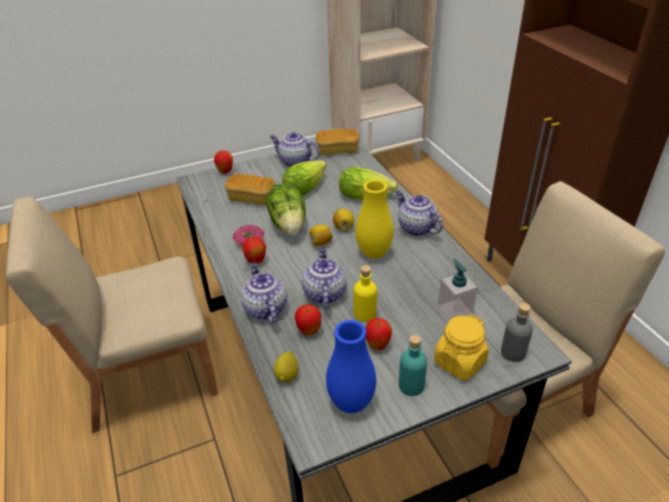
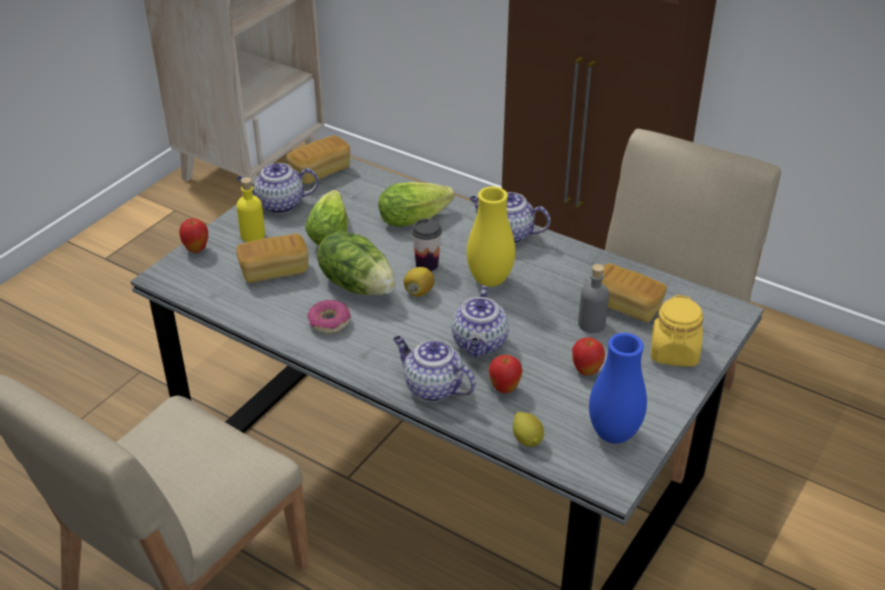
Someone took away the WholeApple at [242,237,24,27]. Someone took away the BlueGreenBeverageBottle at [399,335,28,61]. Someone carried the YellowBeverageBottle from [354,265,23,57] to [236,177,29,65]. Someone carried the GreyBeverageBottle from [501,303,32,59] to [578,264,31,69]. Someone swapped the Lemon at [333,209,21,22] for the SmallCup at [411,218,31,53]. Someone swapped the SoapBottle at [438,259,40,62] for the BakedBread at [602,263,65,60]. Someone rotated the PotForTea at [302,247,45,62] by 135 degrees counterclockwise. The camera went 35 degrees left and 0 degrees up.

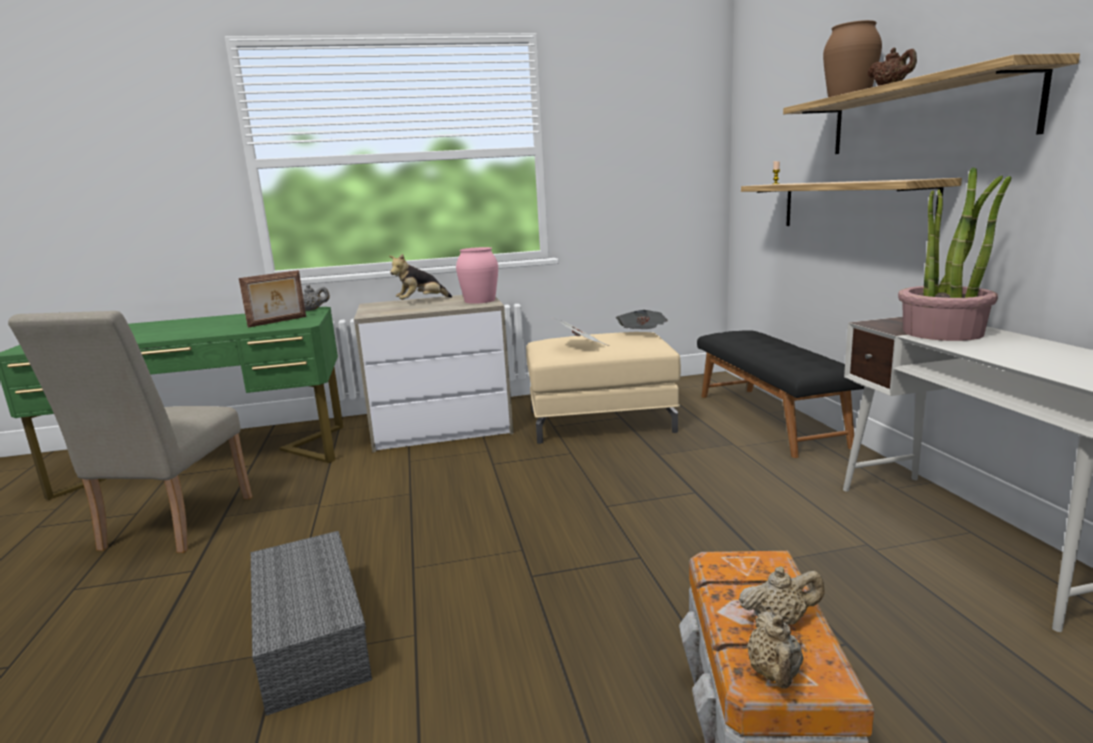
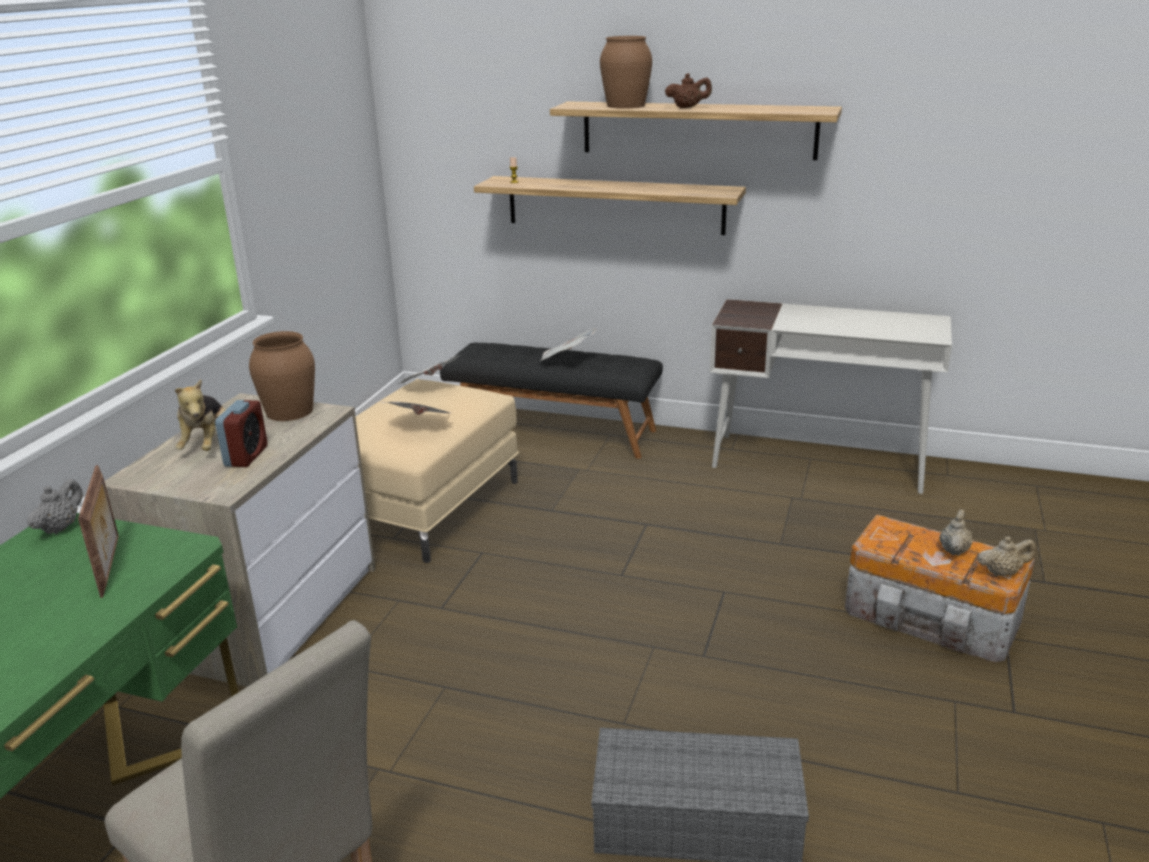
Someone took away the PottedPlant at [898,167,113,174]. Someone put down the TableClock at [215,400,52,67]. Someone put down the DailyPaper at [541,328,55,33]. Someone repainted the PinkColouredFlowerVase at [456,247,42,57], which became the BrownColouredFlowerVase at [249,331,66,90]. Someone rotated the BeigeColouredPotForTea at [747,611,56,78] by 45 degrees counterclockwise. The camera went 60 degrees left and 10 degrees up.

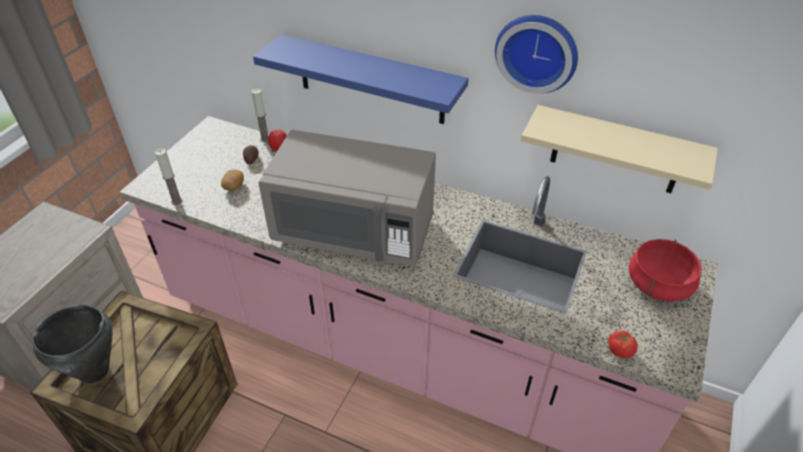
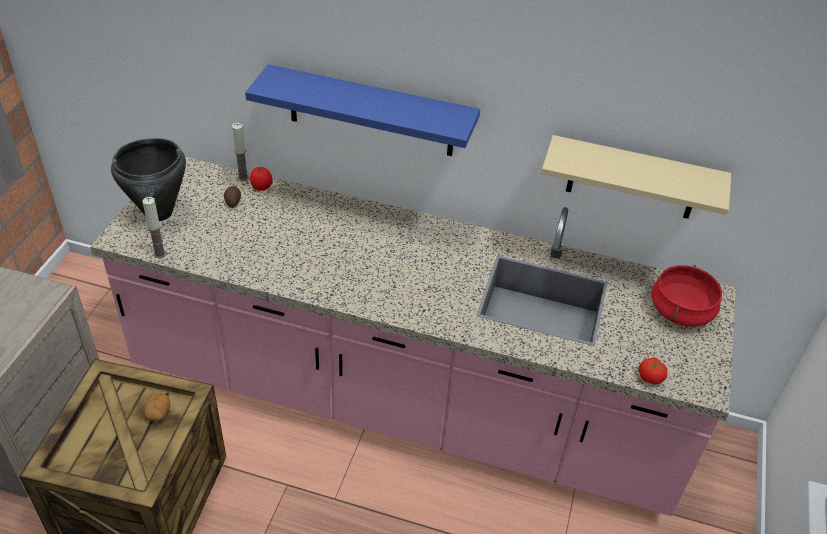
Someone took away the GreyKitchenMicrowave at [258,130,178,137]. Someone took away the WallClock at [495,15,83,79]. Someone carried the BlackishCookingPot from [32,305,81,78] to [111,138,75,83]. Someone carried the Spud from [221,169,23,22] to [144,393,27,28]. The camera went 10 degrees left and 0 degrees up.

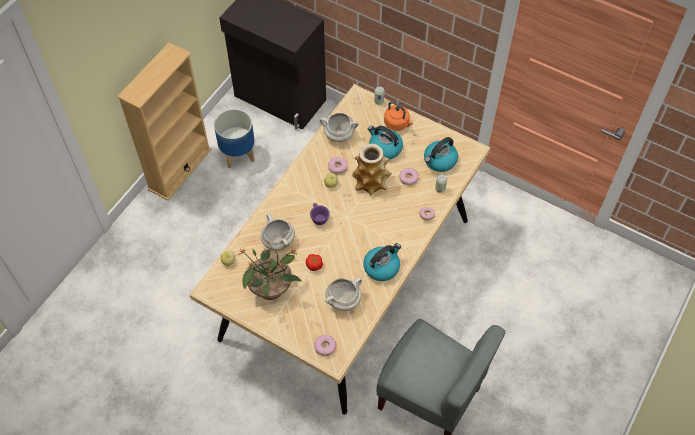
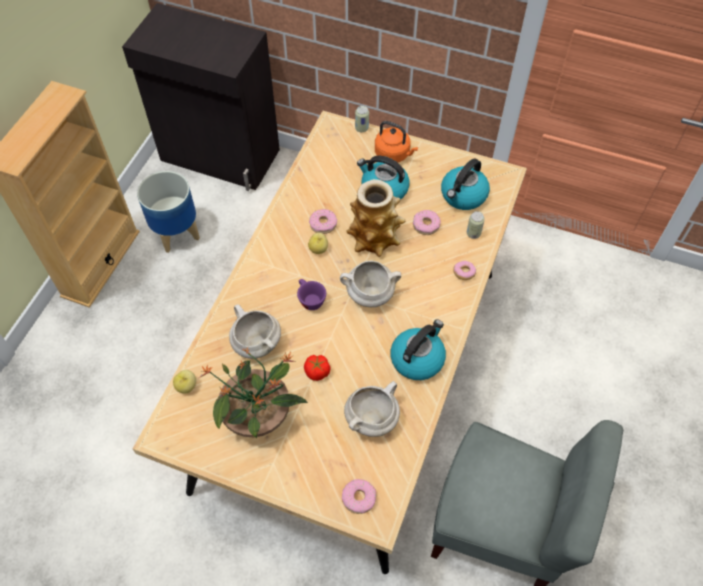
Someone carried the WhitishCookingPot from [320,113,38,29] to [340,260,61,47]. The camera went 10 degrees left and 0 degrees up.

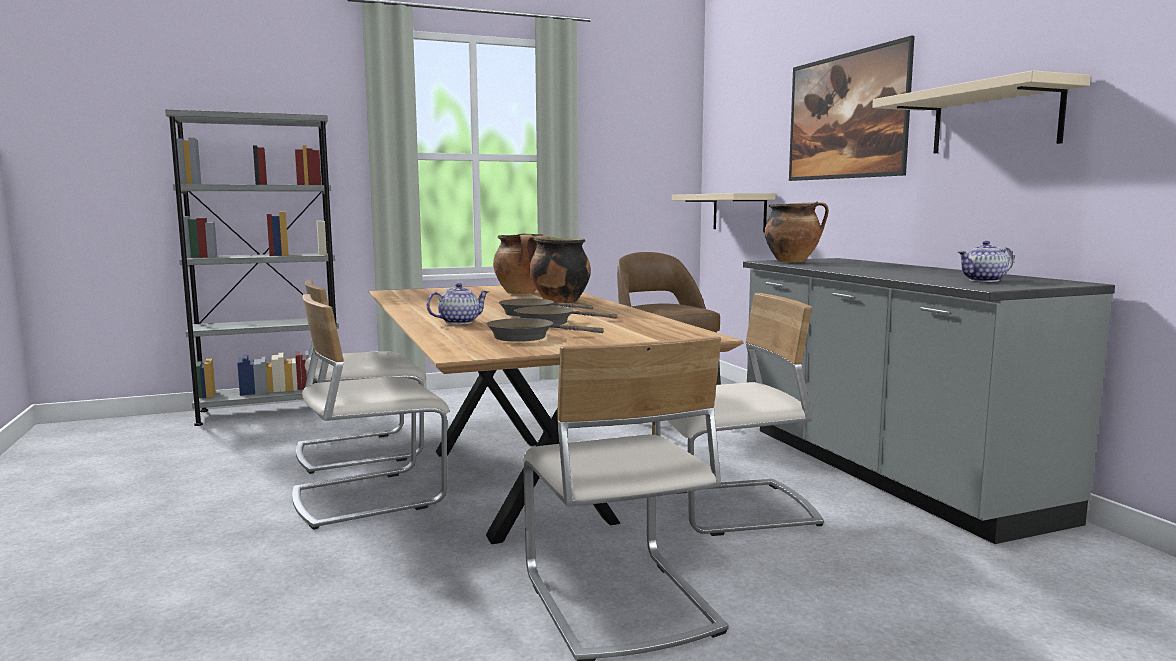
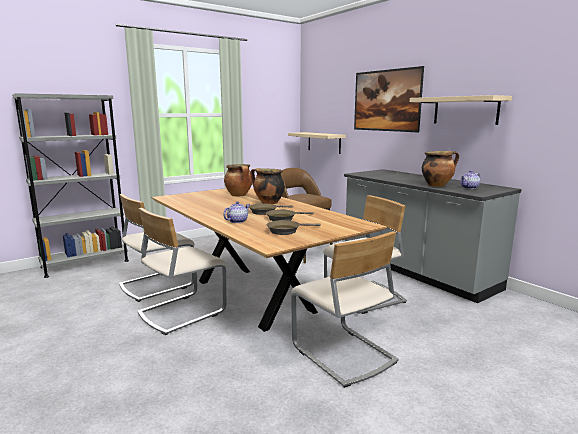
Someone carried the CookingPot from [764,201,65,61] to [422,151,37,36]. The camera went 15 degrees left and 5 degrees up.

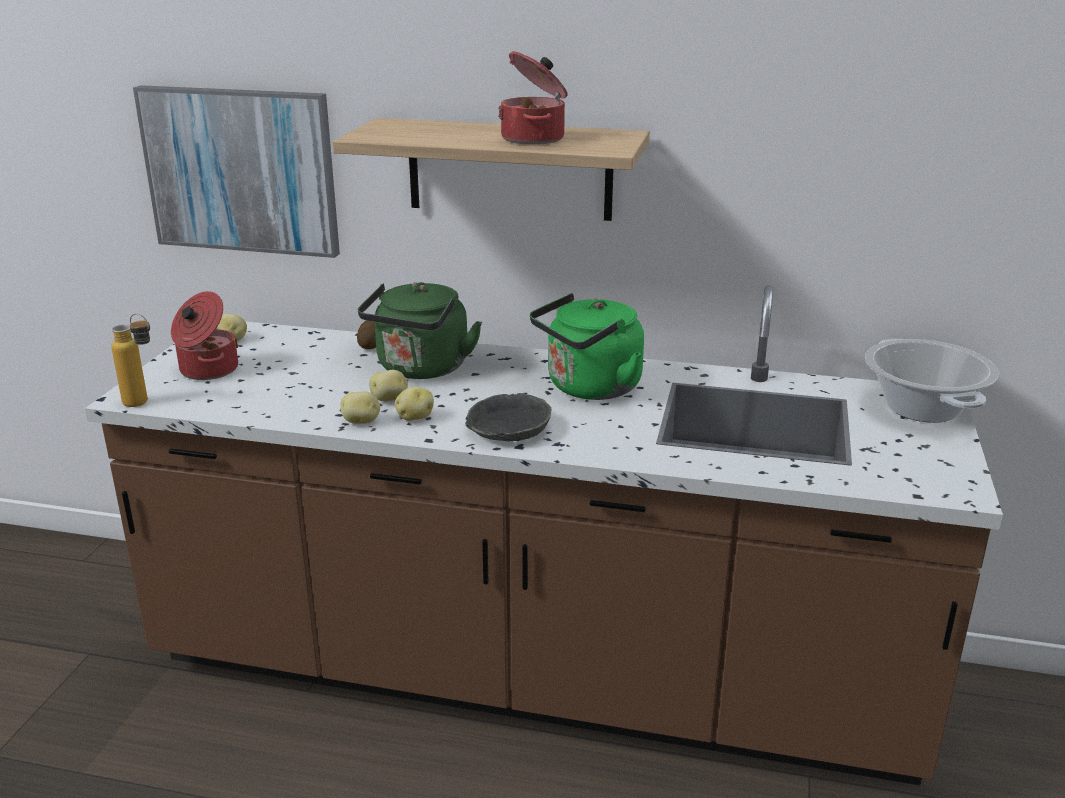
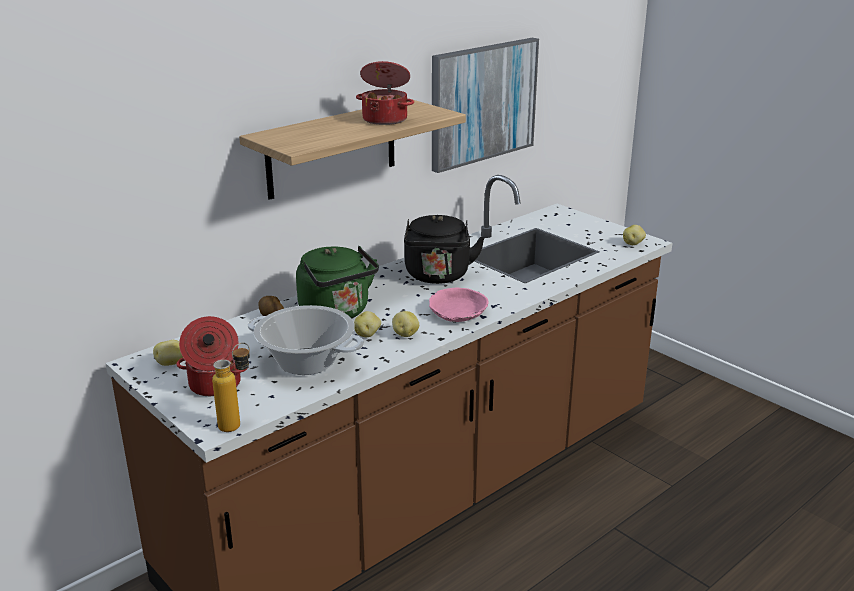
Someone carried the WallArt from [133,85,207,173] to [432,38,107,135]. Someone carried the Spud from [340,391,40,33] to [623,225,23,20]. Someone carried the CookingPot from [865,339,134,84] to [248,305,116,70]. Someone repainted the GreyServingBowl at [465,393,87,48], which became the PinkColouredServingBowl at [429,288,60,34]. Someone repainted the GreenColouredTeaKettle at [530,293,114,107], which became the BlackishTeaKettle at [404,215,81,69]. The camera went 55 degrees left and 0 degrees up.

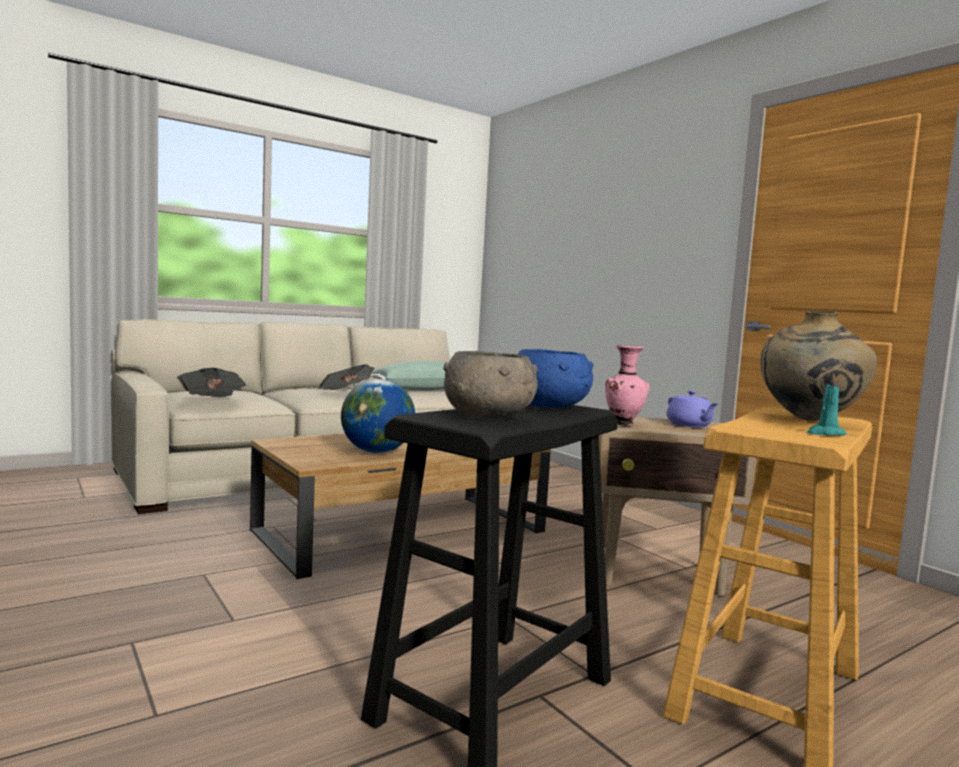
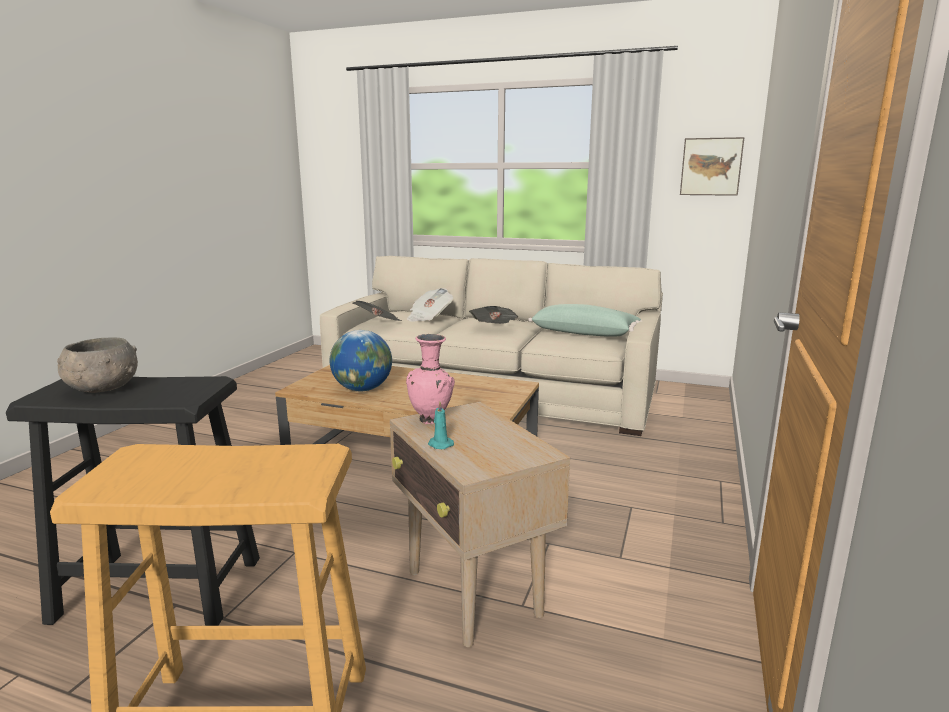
Someone took away the BlueServingBowl at [518,349,75,59]. Someone took away the PurplePotForTea at [667,390,51,37]. Someone took away the BeigeColouredFlowerVase at [760,311,117,110]. Someone put down the DailyPaper at [407,288,46,34]. Someone put up the WallArt at [680,137,65,59]. Someone carried the BlueGreenWaxLight from [807,373,40,63] to [428,402,26,47]. The camera went 55 degrees right and 10 degrees up.

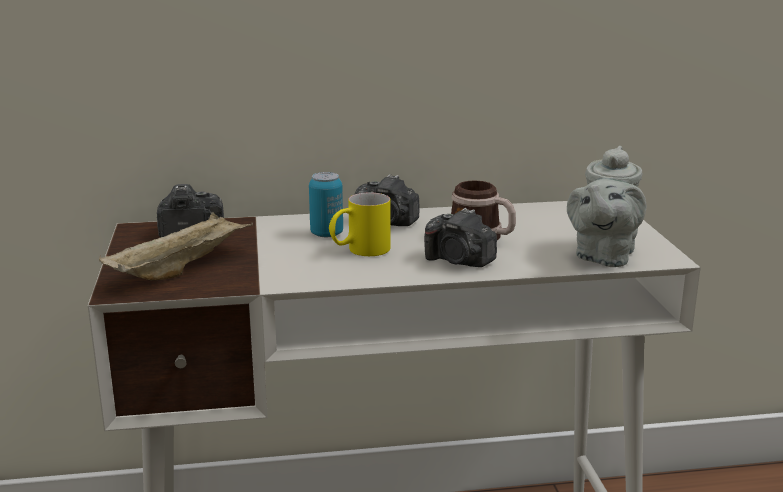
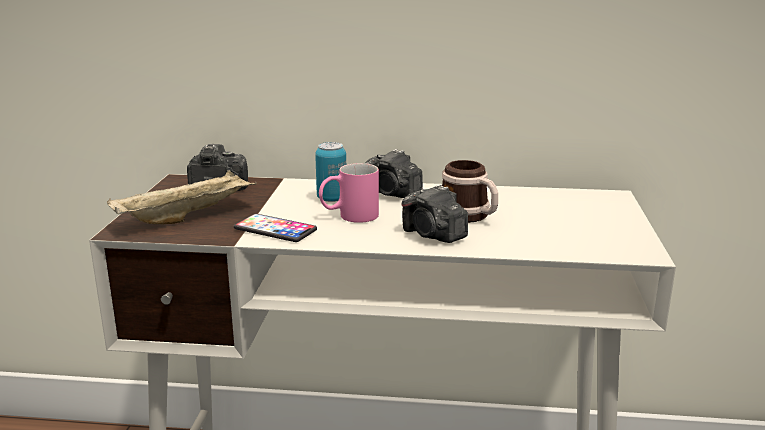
Someone took away the GreyPotForTea at [567,146,79,121]. Someone put down the Phone at [234,214,83,28]. Someone repainted the YellowMug at [329,193,61,63], which became the PinkColouredMug at [319,163,60,60]. The camera went 15 degrees right and 0 degrees up.

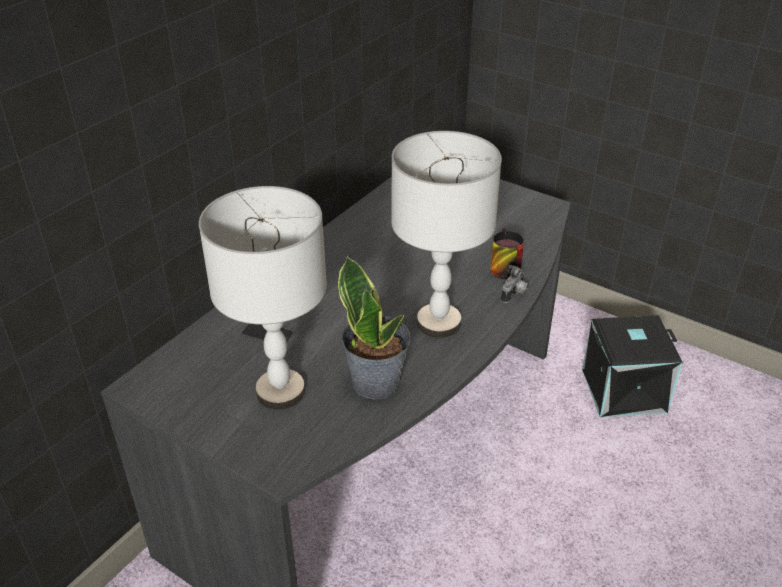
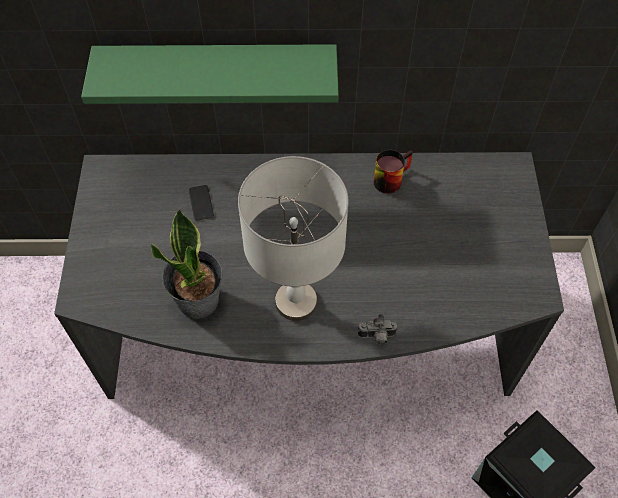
Someone took away the GreyLampForATable at [199,186,128,223]. Someone put up the GreenColouredWallShelf at [81,44,258,60]. Someone carried the Mug from [490,228,34,52] to [373,150,40,44]. The camera went 55 degrees right and 20 degrees up.

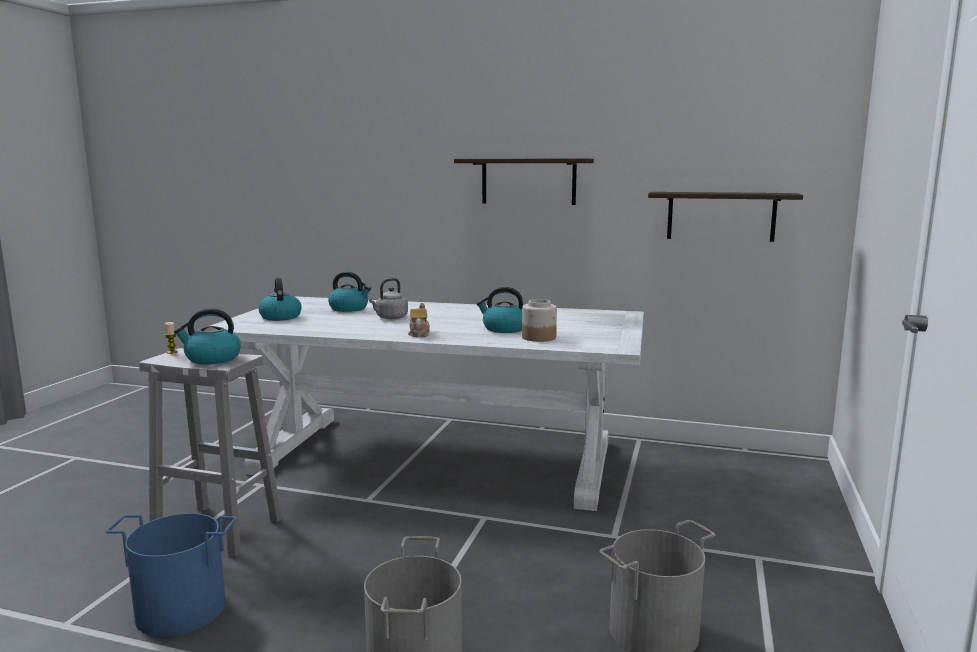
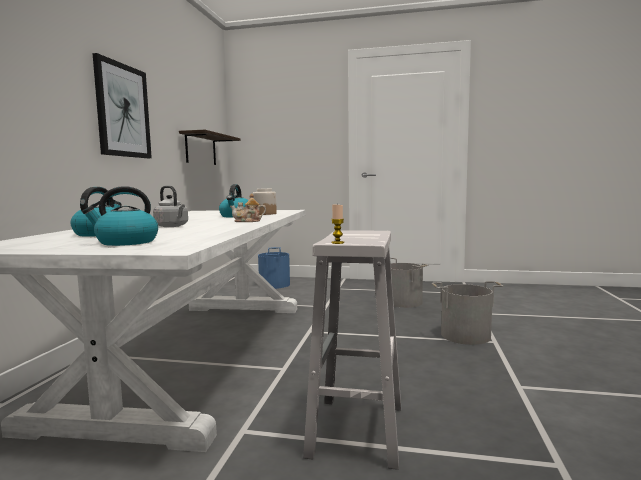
Someone took away the TeaKettle at [174,309,67,55]. Someone carried the BluePail from [106,513,131,124] to [258,247,32,42]. Someone swapped the WallShelf at [454,158,140,47] for the WallArt at [93,53,59,105]. The camera went 95 degrees left and 5 degrees down.

